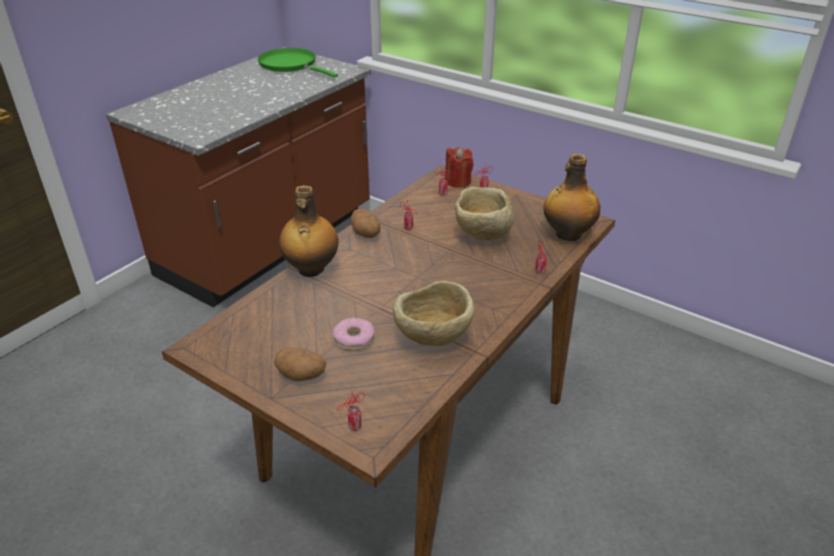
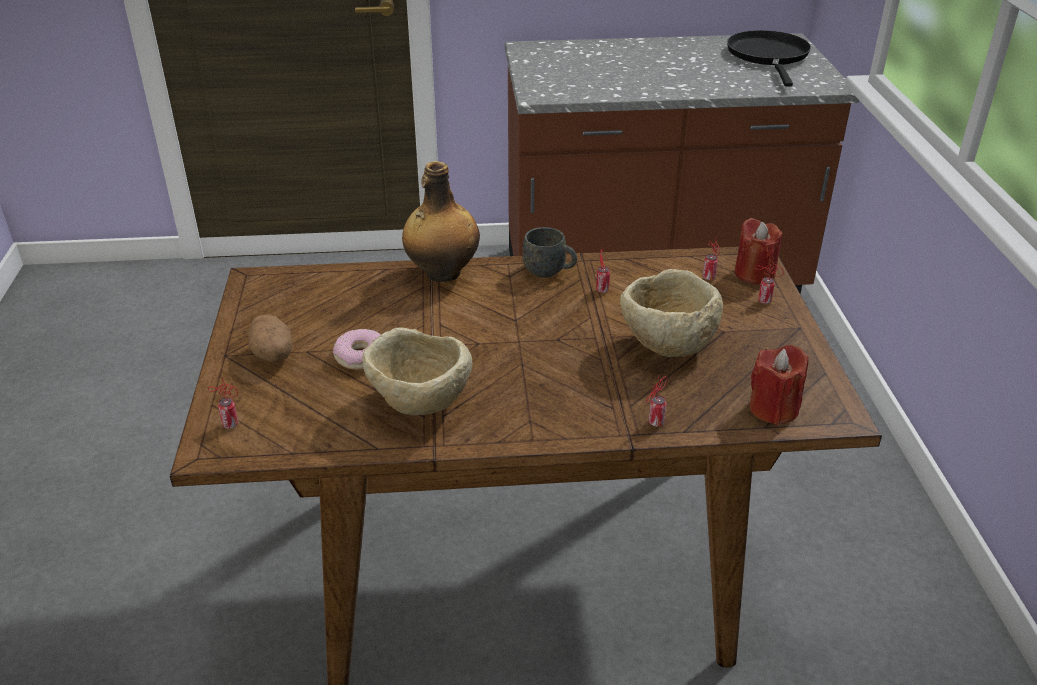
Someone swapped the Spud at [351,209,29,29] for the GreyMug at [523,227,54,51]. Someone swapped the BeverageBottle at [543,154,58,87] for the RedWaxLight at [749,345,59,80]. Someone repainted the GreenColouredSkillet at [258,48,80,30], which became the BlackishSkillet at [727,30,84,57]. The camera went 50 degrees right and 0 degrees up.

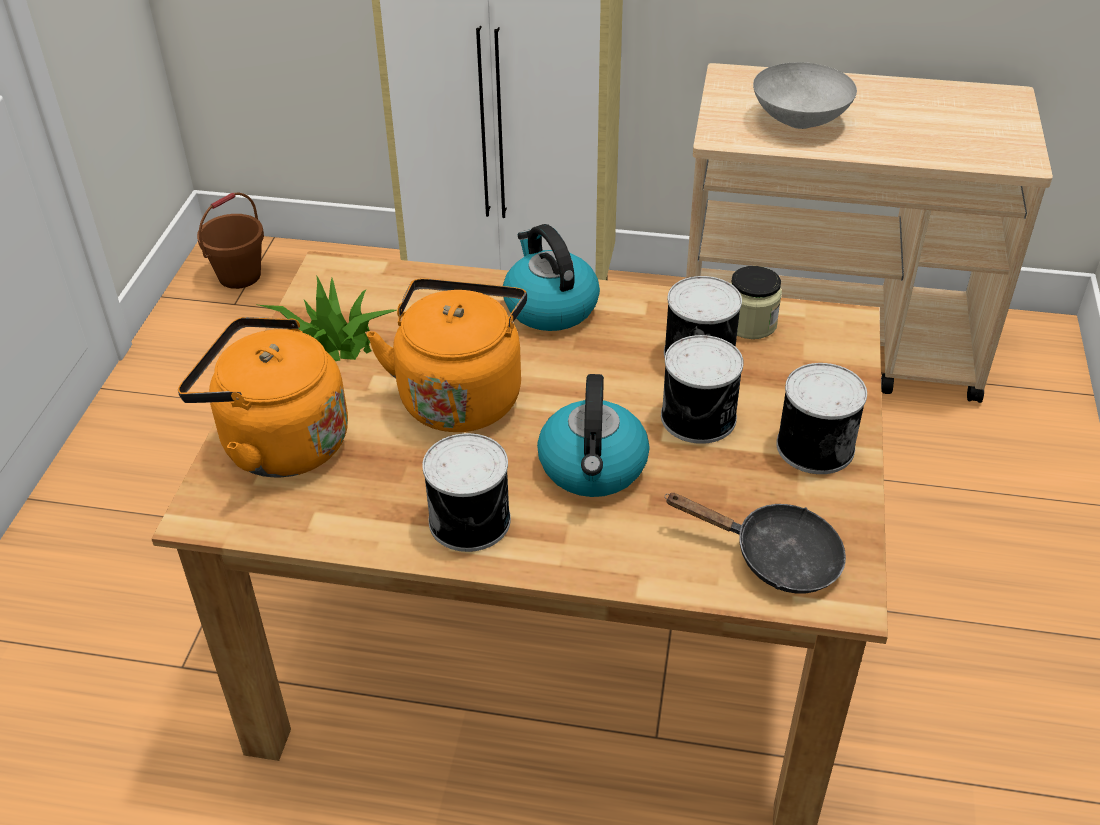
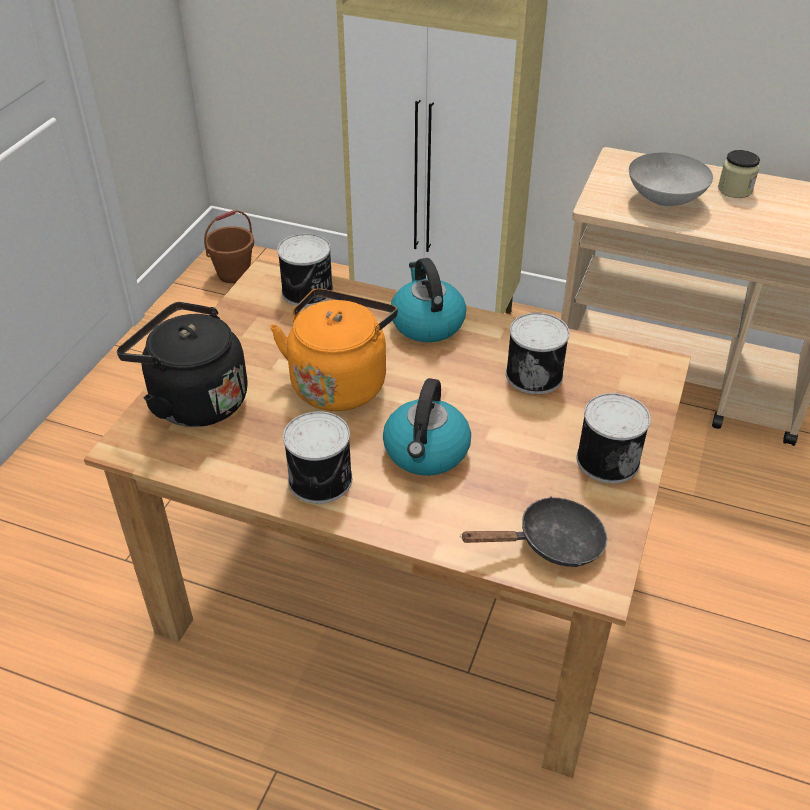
Someone took away the PottedPlant at [255,275,142,86]. Someone carried the SealedCan from [661,335,83,109] to [277,233,56,74]. Someone carried the PreserveJar from [730,266,52,73] to [718,150,42,48]. Someone repainted the OrangeyTeaKettle at [178,317,170,160], which became the BlackishTeaKettle at [117,302,131,125]. Someone rotated the BlackishSkillet at [665,493,181,100] by 45 degrees counterclockwise. The camera went 10 degrees right and 0 degrees up.

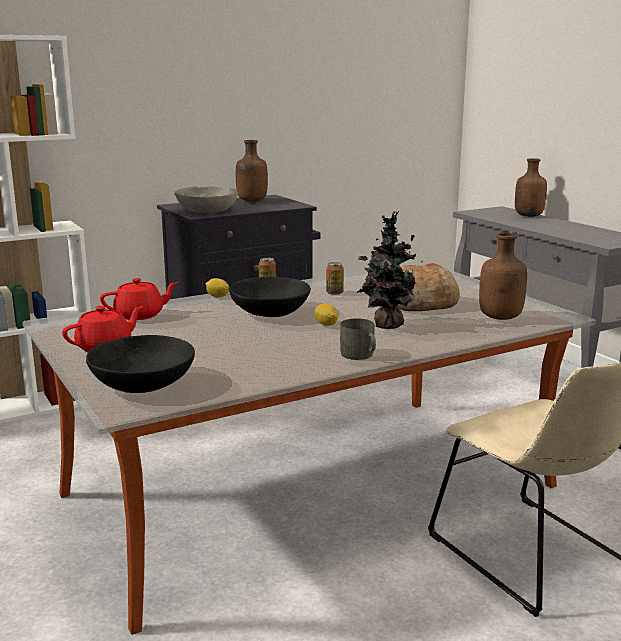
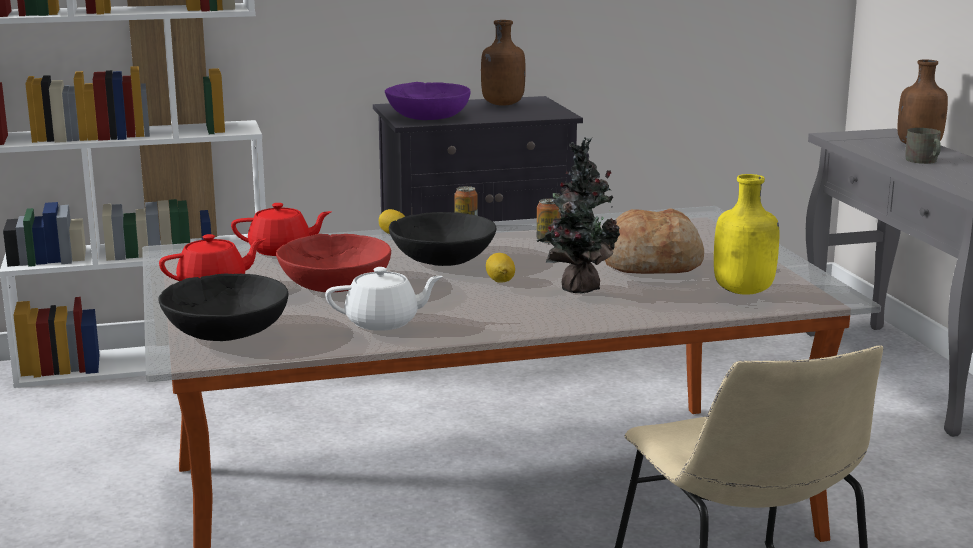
Someone put down the RedServingBowl at [276,234,115,58]. Someone put down the WhitishPotForTea at [325,267,118,64]. Someone carried the GreyMug from [340,318,36,42] to [905,128,36,36]. Someone repainted the GreyServingBowl at [174,186,64,27], which became the PurpleServingBowl at [385,82,86,38]. Someone repainted the BrownColouredBeverageBottle at [479,233,48,87], which became the YellowBeverageBottle at [714,174,65,121]. The camera went 15 degrees right and 0 degrees up.

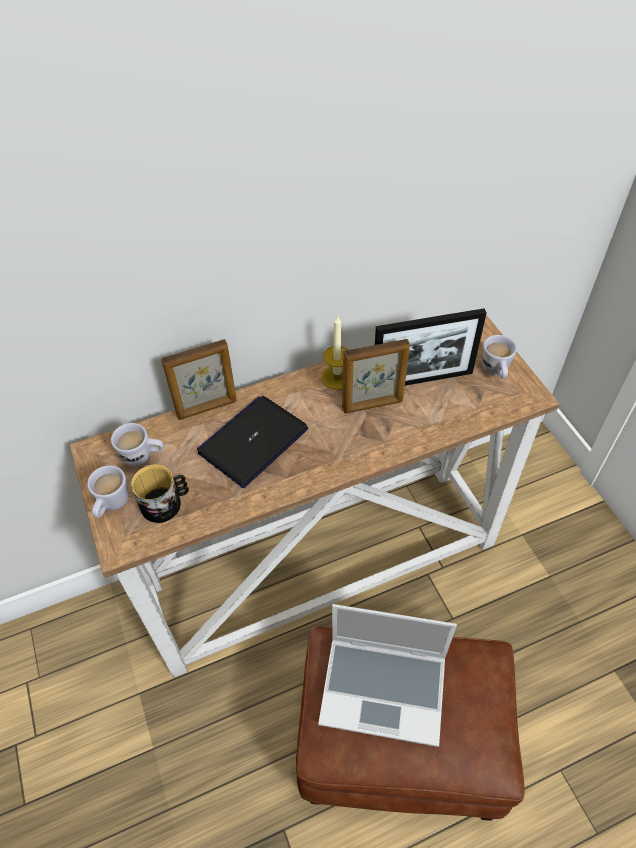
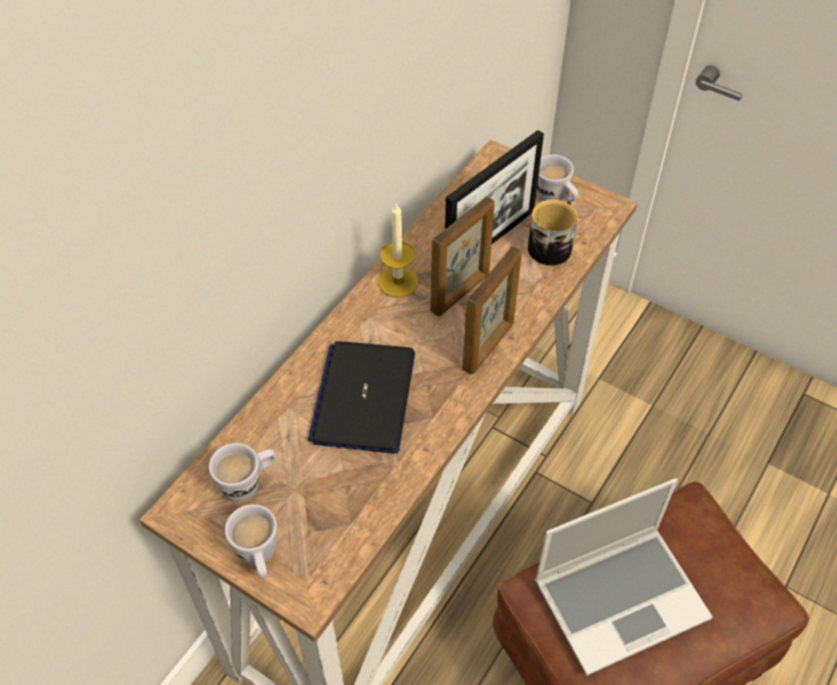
Someone carried the Mug from [131,465,58,58] to [528,200,49,66]. Someone carried the StandingFrame from [161,339,76,81] to [462,246,60,128]. The camera went 35 degrees left and 0 degrees up.

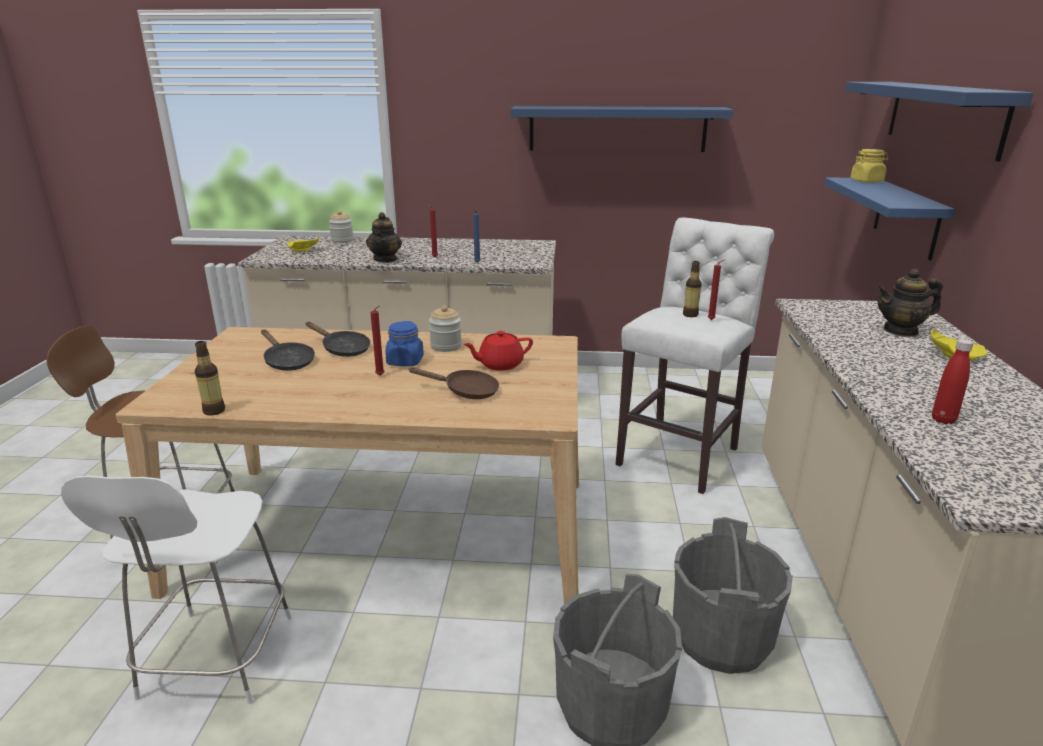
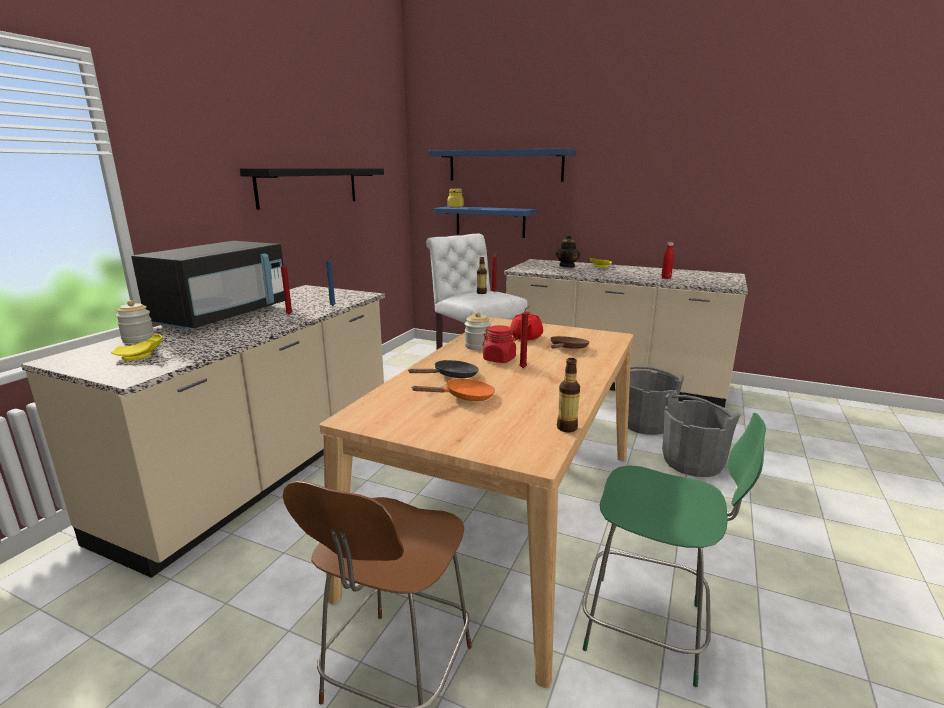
Someone took away the PotForTea at [366,212,36,50]. Someone put down the BlackishKitchenMicrowave at [131,241,154,90]. Someone repainted the WhitishPlainChair at [61,476,231,228], which became the GreenColouredPlainChair at [583,413,183,274]. Someone repainted the BlackishSkillet at [261,330,54,41], which became the OrangeySkillet at [411,378,84,23]. Someone repainted the BluePreserveJar at [385,321,39,45], which became the RedPreserveJar at [482,325,36,38]. Someone repainted the BlueWallShelf at [511,106,222,46], which became the BlackishWallShelf at [240,168,144,42]. The camera went 70 degrees left and 5 degrees down.

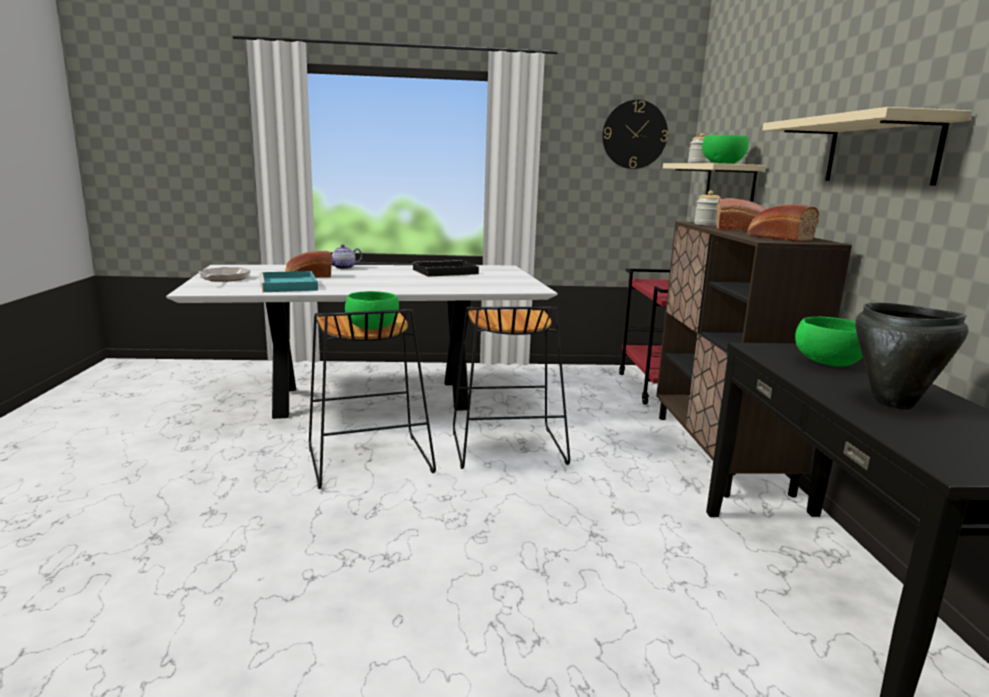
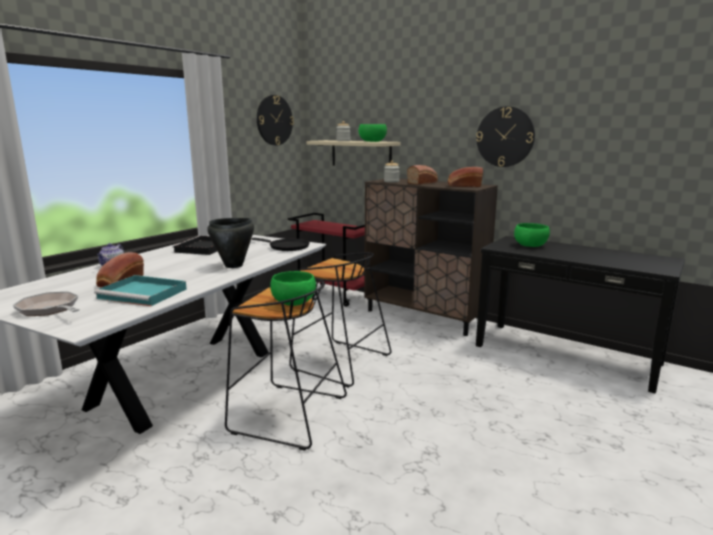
Someone put down the BlackishSkillet at [252,238,57,13]. Someone carried the BlackishCookingPot from [856,303,112,106] to [208,218,46,50]. Someone swapped the BeigeColouredWallShelf at [762,107,210,79] for the WallClock at [476,106,59,61]. The camera went 50 degrees left and 0 degrees up.

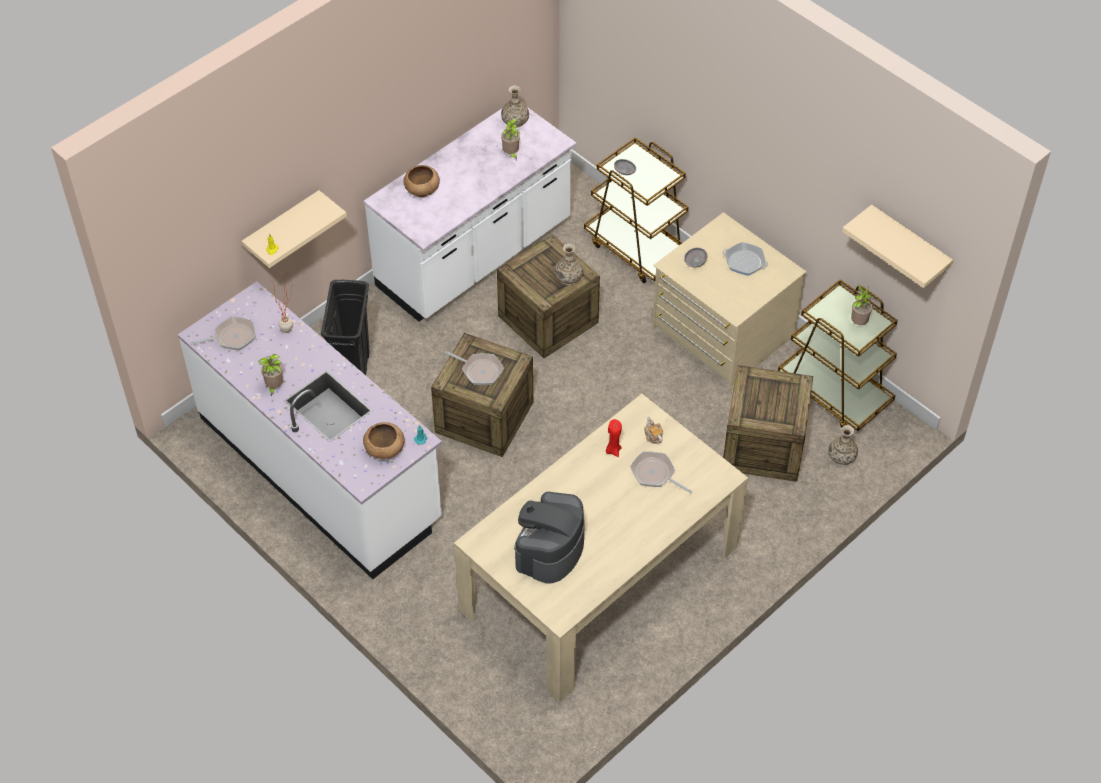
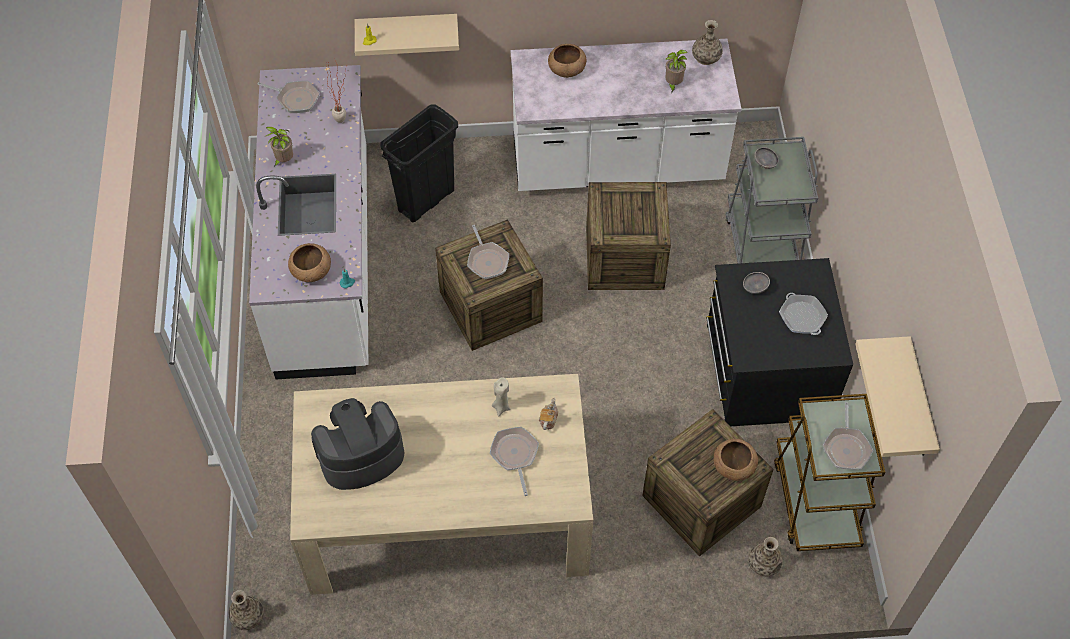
Someone put down the BrownColouredServingBowl at [714,439,44,42]. Someone carried the FlowerVase from [555,243,28,42] to [229,590,35,40]. Someone swapped the PottedPlant at [851,284,21,41] for the Skillet at [823,402,50,68]. Someone repainted the BrownColouredTrolley at [584,137,104,146], which became the GreyTrolley at [725,137,93,127]. Someone repainted the RedWaxLight at [606,419,16,38], which became the BeigeColouredWaxLight at [492,377,18,39]. Someone repainted the BeigeColouredDresser at [652,212,154,175], which became the BlackishDresser at [706,258,147,168]. The camera went 40 degrees right and 5 degrees up.

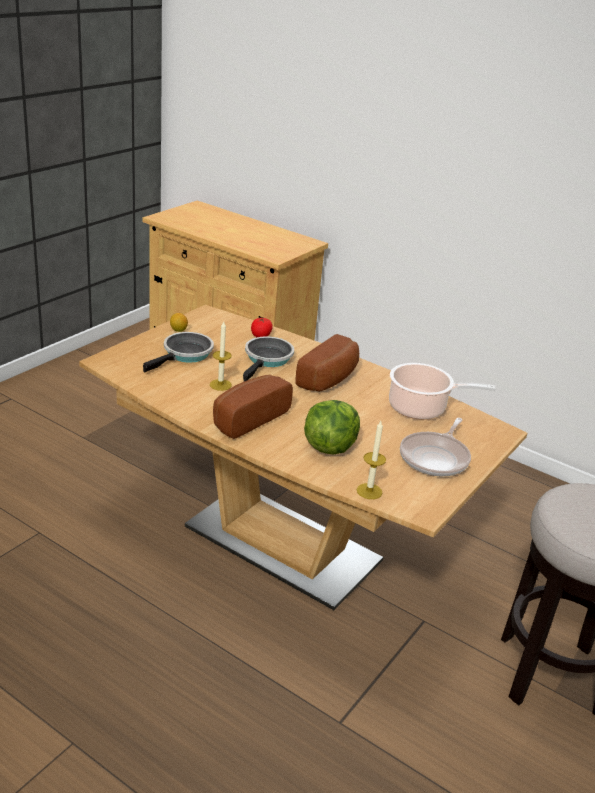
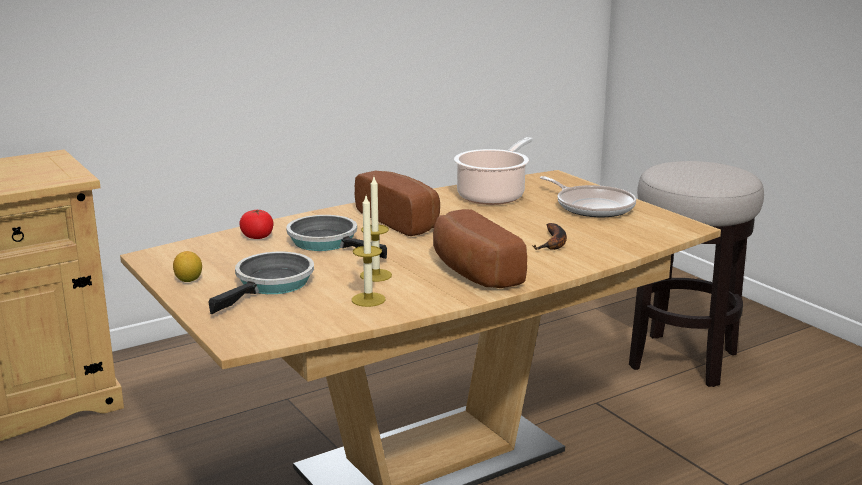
Someone carried the WaxLight from [357,421,29,78] to [352,196,34,111]. Someone swapped the Lettuce at [304,400,56,54] for the BananaFruit at [533,223,34,27]. Someone rotated the Skillet at [143,332,71,41] by 60 degrees clockwise. The camera went 65 degrees left and 10 degrees down.

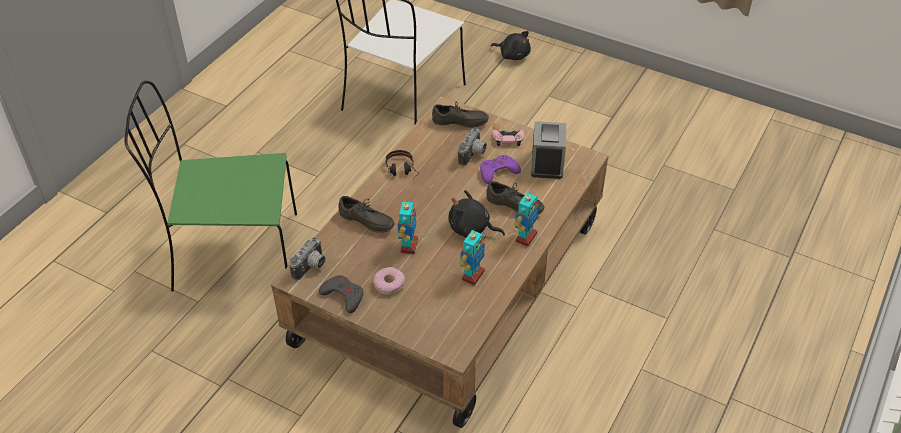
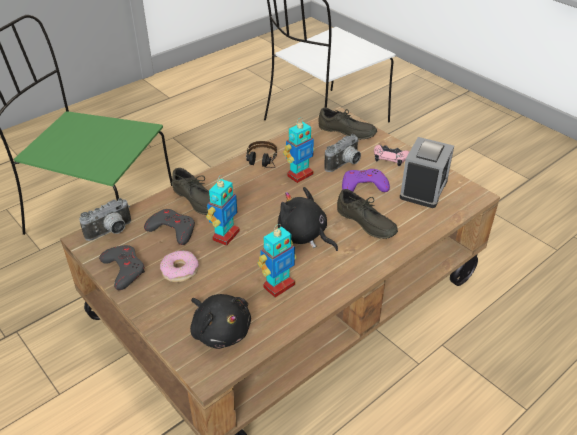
Someone put down the GreyGamepad at [144,209,51,36]. Someone carried the BlackishSoftToy from [491,31,40,29] to [190,294,61,55]. Someone carried the ToyRobot from [514,193,25,53] to [283,117,32,66]. The camera went 20 degrees right and 5 degrees down.

